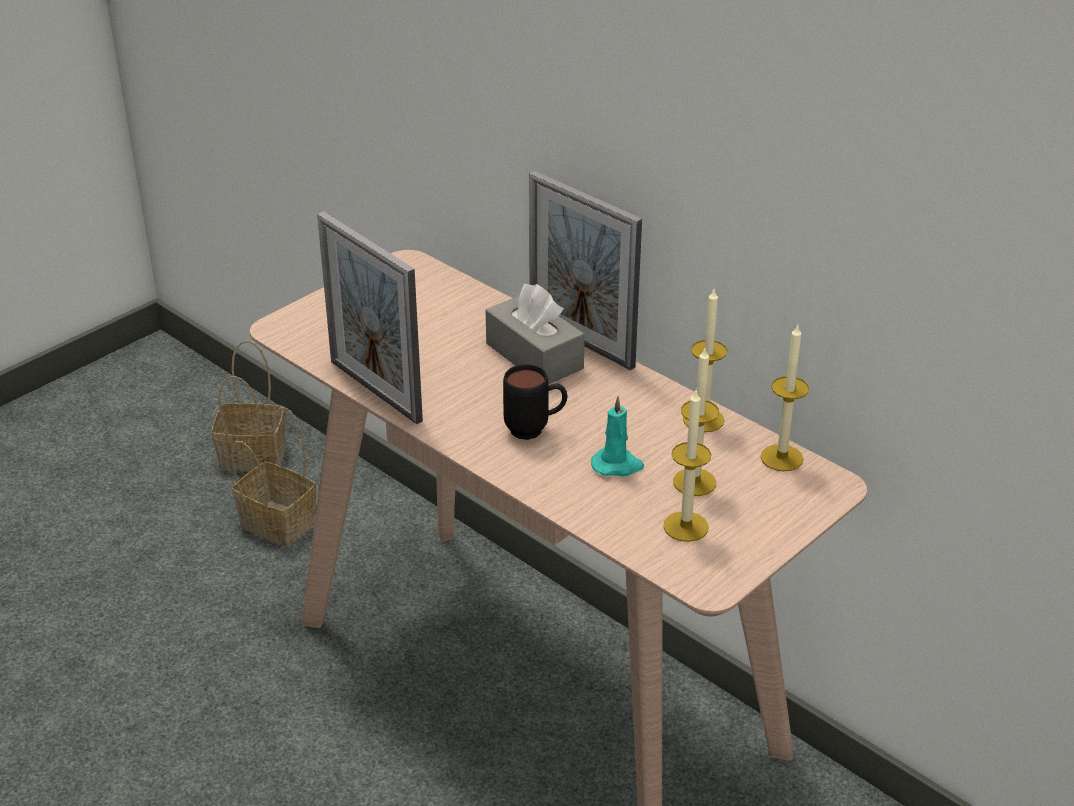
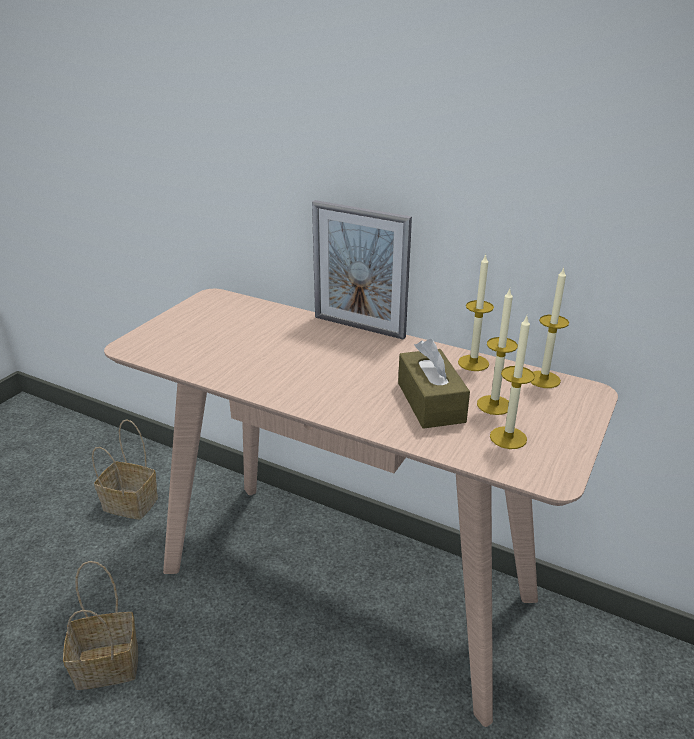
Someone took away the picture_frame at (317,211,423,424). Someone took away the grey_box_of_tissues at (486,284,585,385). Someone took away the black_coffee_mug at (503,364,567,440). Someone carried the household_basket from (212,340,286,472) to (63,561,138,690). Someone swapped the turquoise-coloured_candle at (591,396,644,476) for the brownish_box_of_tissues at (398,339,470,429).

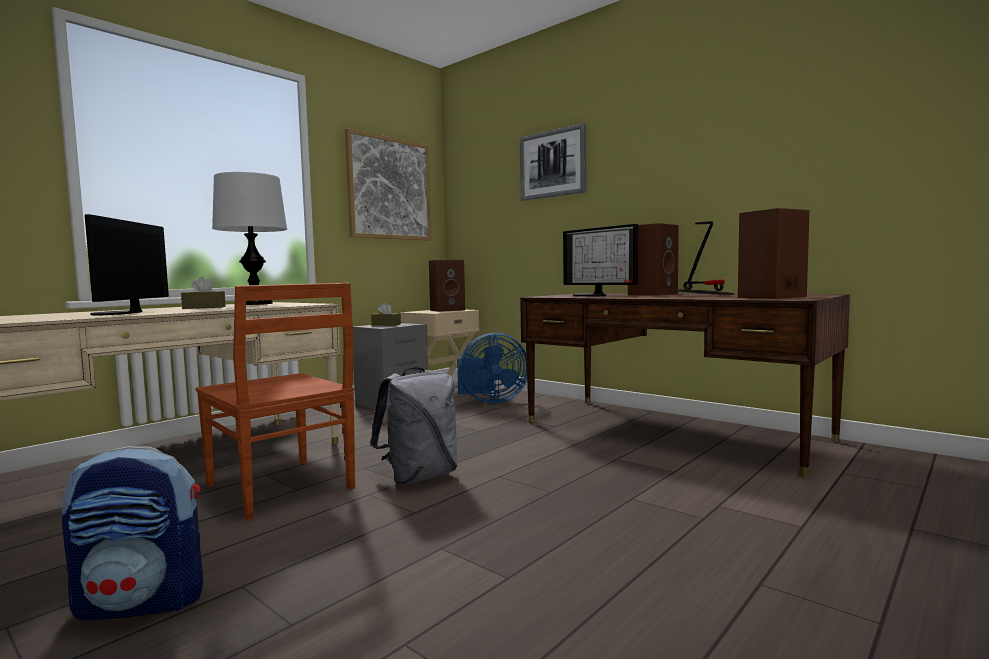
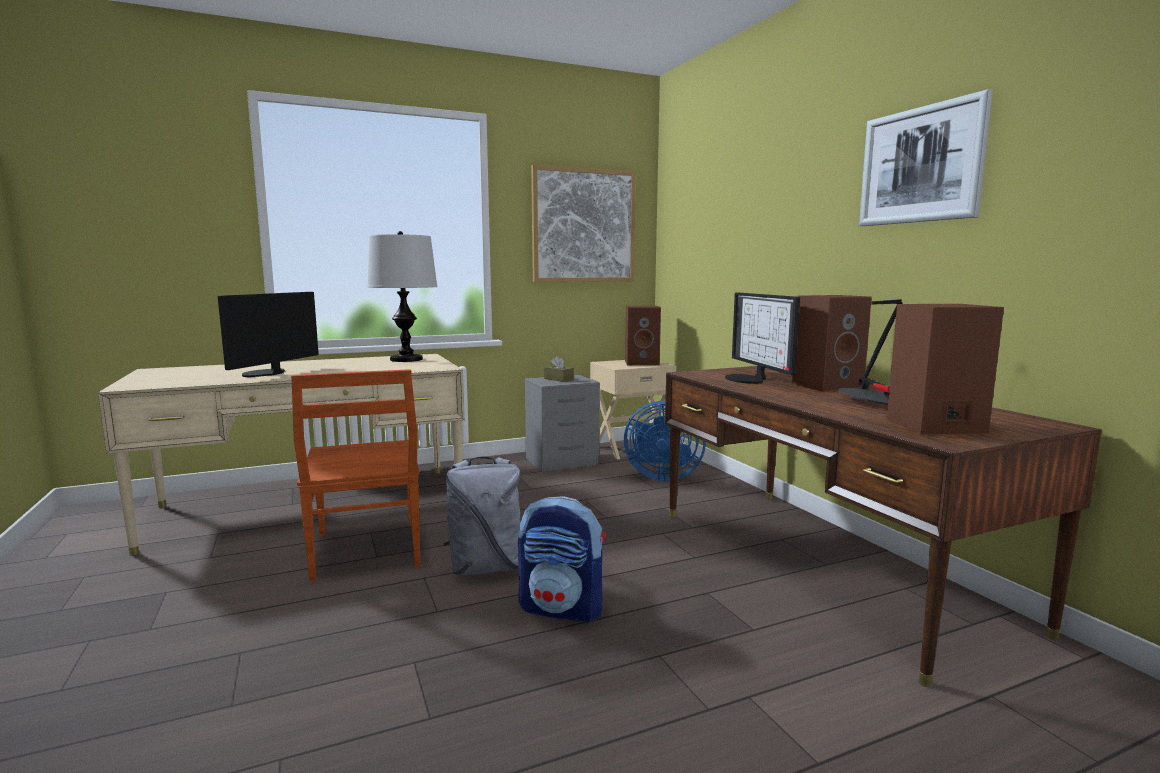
Someone took away the brownish_box_of_tissues at (181,277,225,309). Someone carried the rucksack from (62,446,203,620) to (518,496,606,623). Someone carried the picture from (520,123,586,201) to (859,89,993,226).

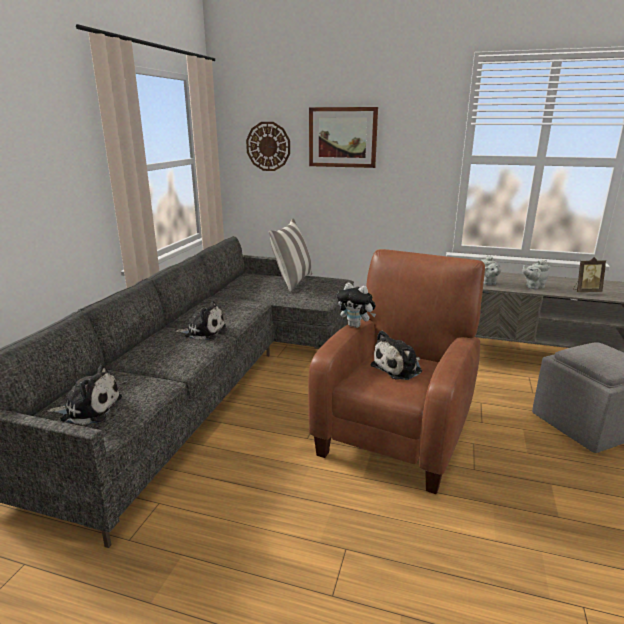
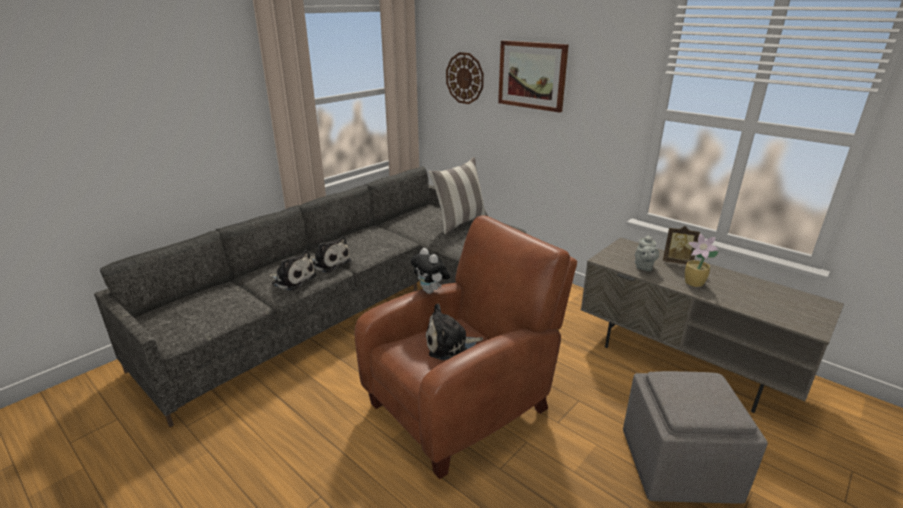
Someone carried the plush_toy from (47,365,122,425) to (269,250,317,290). Someone carried the picture_frame from (574,257,606,292) to (663,226,700,264). Someone swapped the grey_pot_for_tea at (522,260,550,289) for the houseplant at (685,234,719,287).

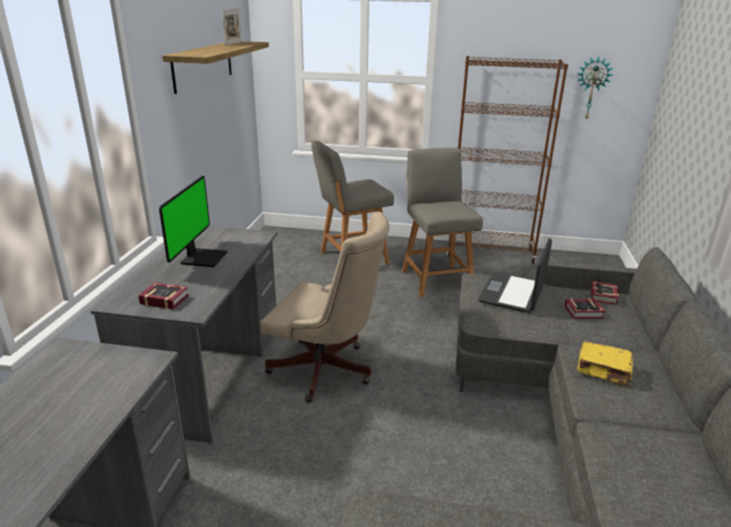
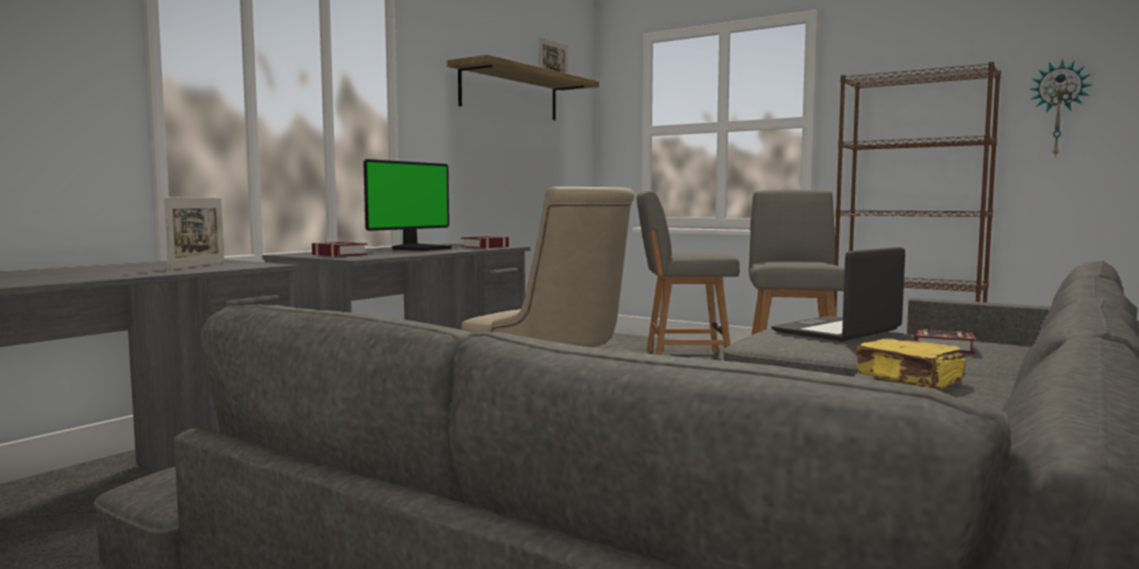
Someone put down the picture_frame at (164,198,224,270). Someone carried the volume from (591,281,619,305) to (461,236,509,249).

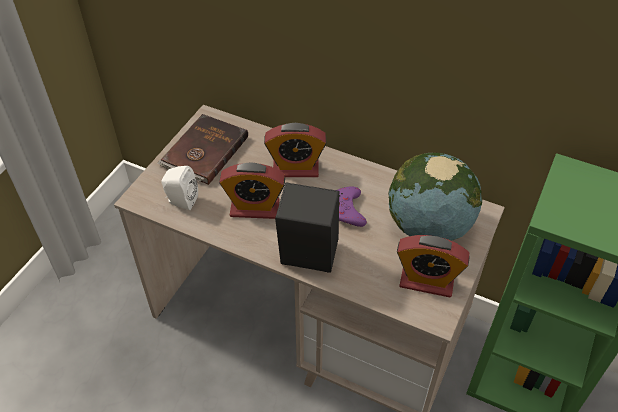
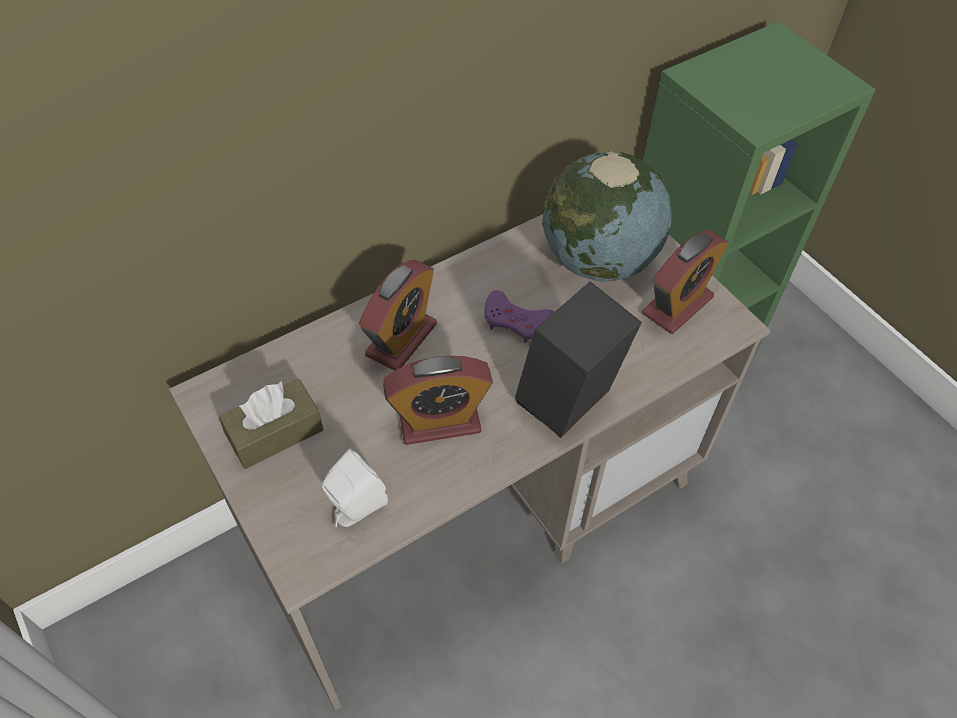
Someone swapped the brownish_volume at (157,114,248,185) for the brownish_box_of_tissues at (219,379,324,469). Someone rotated the table_clock at (219,162,285,219) by 45 degrees clockwise.

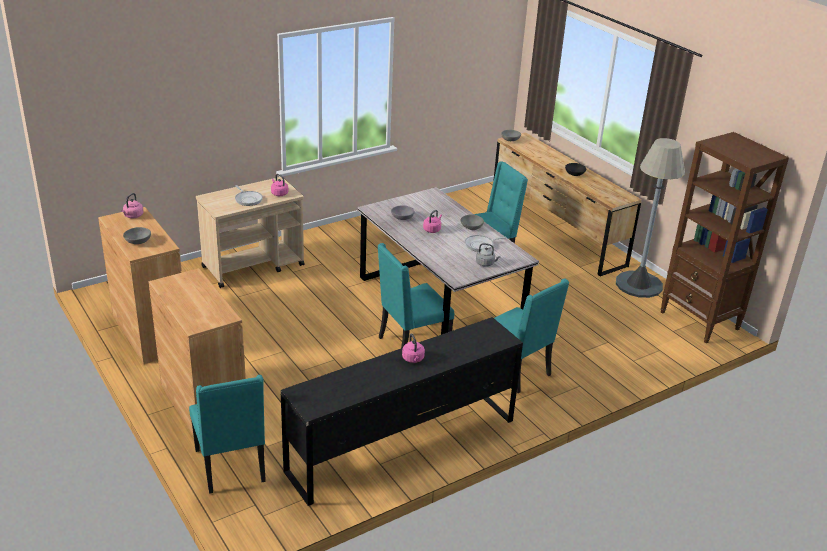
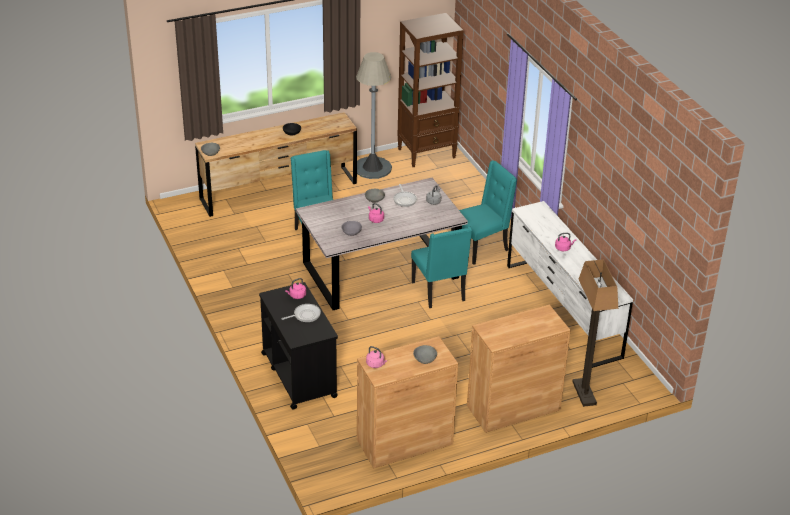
Someone swapped the turquoise-coloured_upright_chair at (189,375,266,494) for the floor_lamp at (573,259,618,407). Someone repainted the beige_wheeled_cart at (196,177,305,288), which became the black_wheeled_cart at (259,282,338,410). Someone repainted the black_dresser at (280,317,523,506), which became the white_dresser at (507,201,633,368).

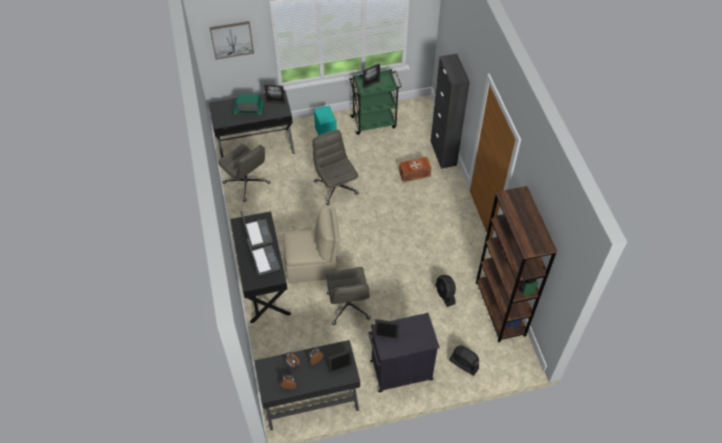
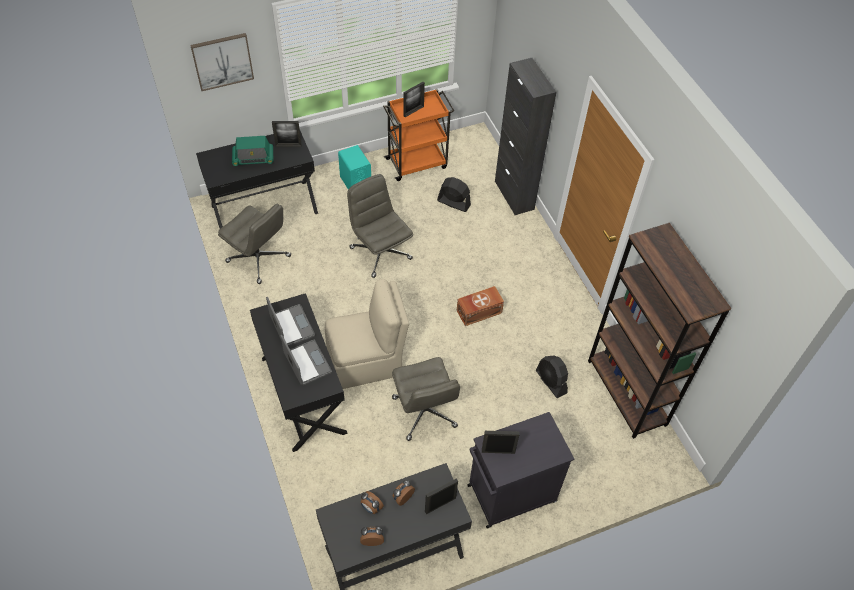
Someone carried the brownish_storage_container from (399,157,432,182) to (457,286,504,326). Someone carried the black_cooling_fan from (449,345,479,376) to (437,177,471,212). Someone repainted the green-coloured_wheeled_cart at (349,69,402,135), which became the orange-coloured_wheeled_cart at (383,89,455,181).

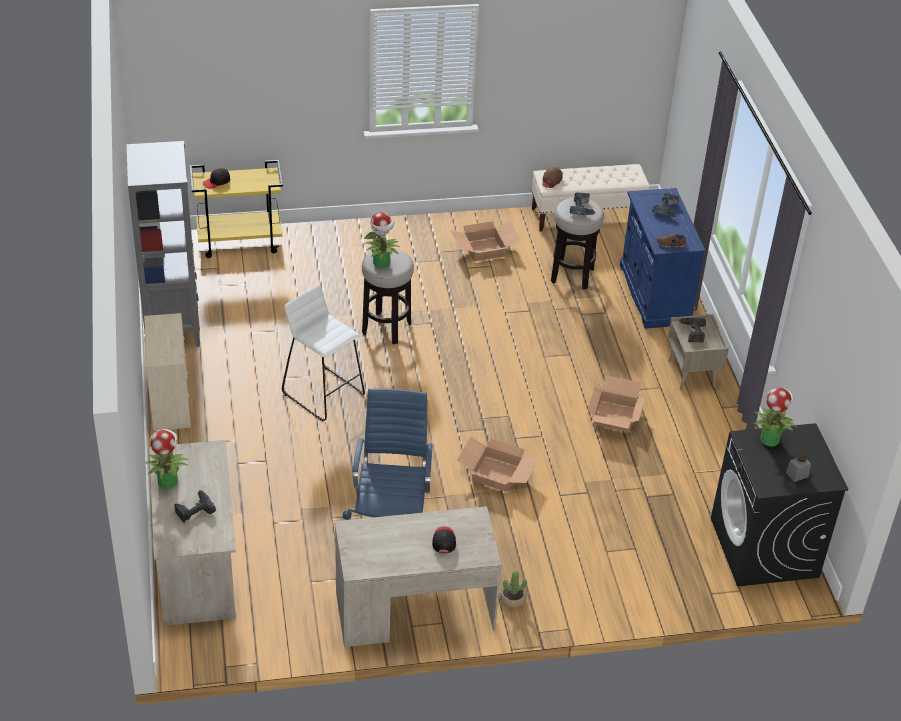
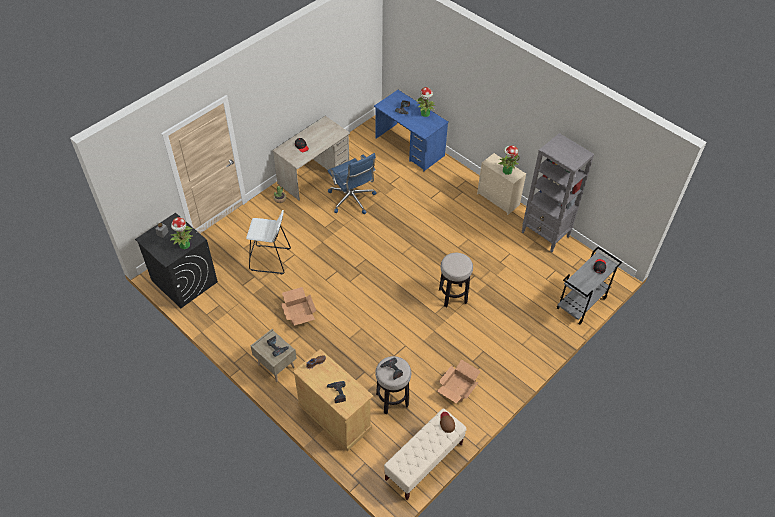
Someone took away the carton at (457,436,539,492). Someone carried the white_stool from (282,285,365,421) to (246,210,291,274). Someone carried the houseplant from (363,212,399,268) to (498,145,520,175). Someone repainted the beige_desk_unit at (149,440,236,626), which became the blue-coloured_desk_unit at (374,90,449,171). Someone repainted the yellowish_wheeled_cart at (190,160,283,258), which became the grey_wheeled_cart at (557,247,622,325). Someone repainted the blue-coloured_cabinet at (620,188,706,329), which became the beige_cabinet at (293,349,373,451).

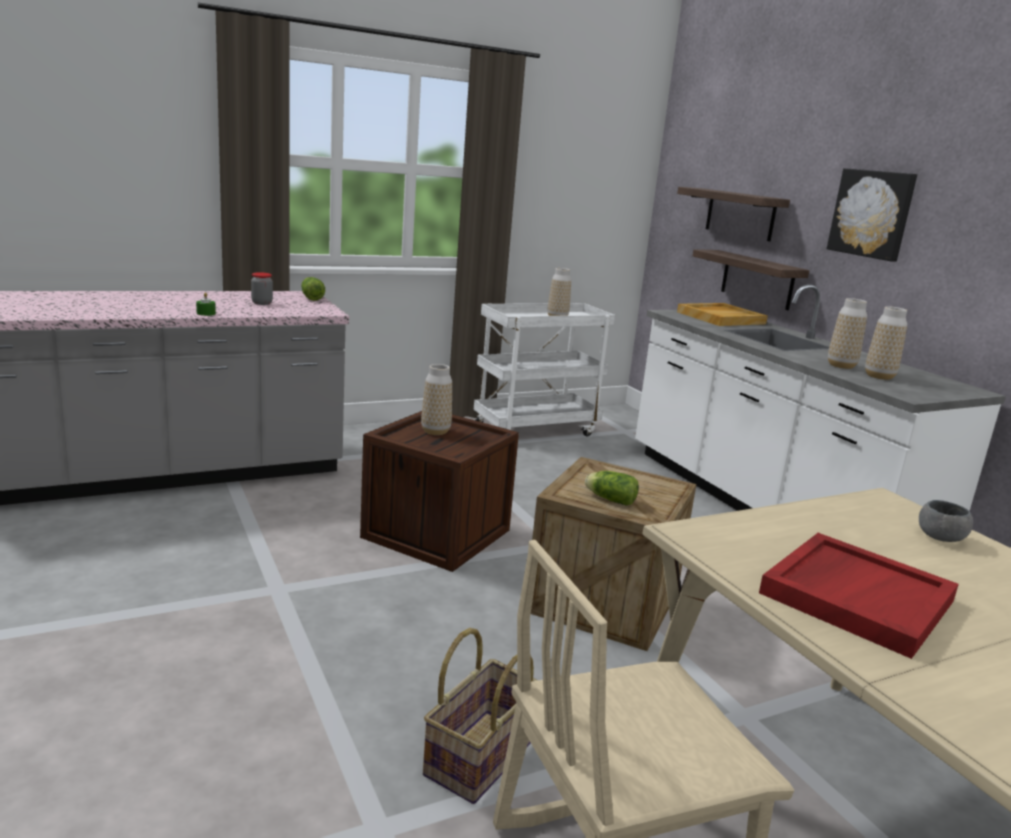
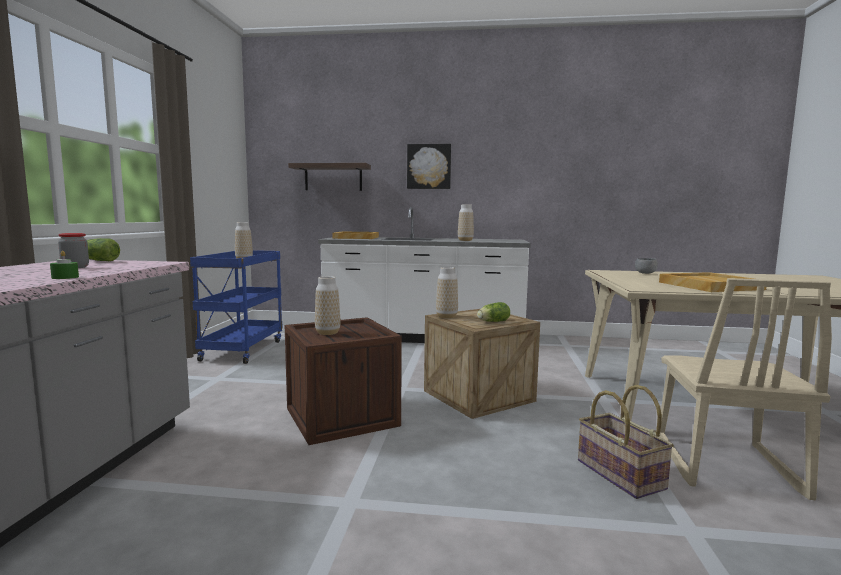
Someone took away the wall_shelf at (693,249,809,310). Someone carried the vase from (865,306,907,380) to (436,267,458,319). Someone repainted the white_wheeled_cart at (474,303,615,437), which became the blue-coloured_wheeled_cart at (190,250,283,364). Someone repainted the red_carrying_tray at (759,533,959,659), which became the beige_carrying_tray at (659,272,766,292).

